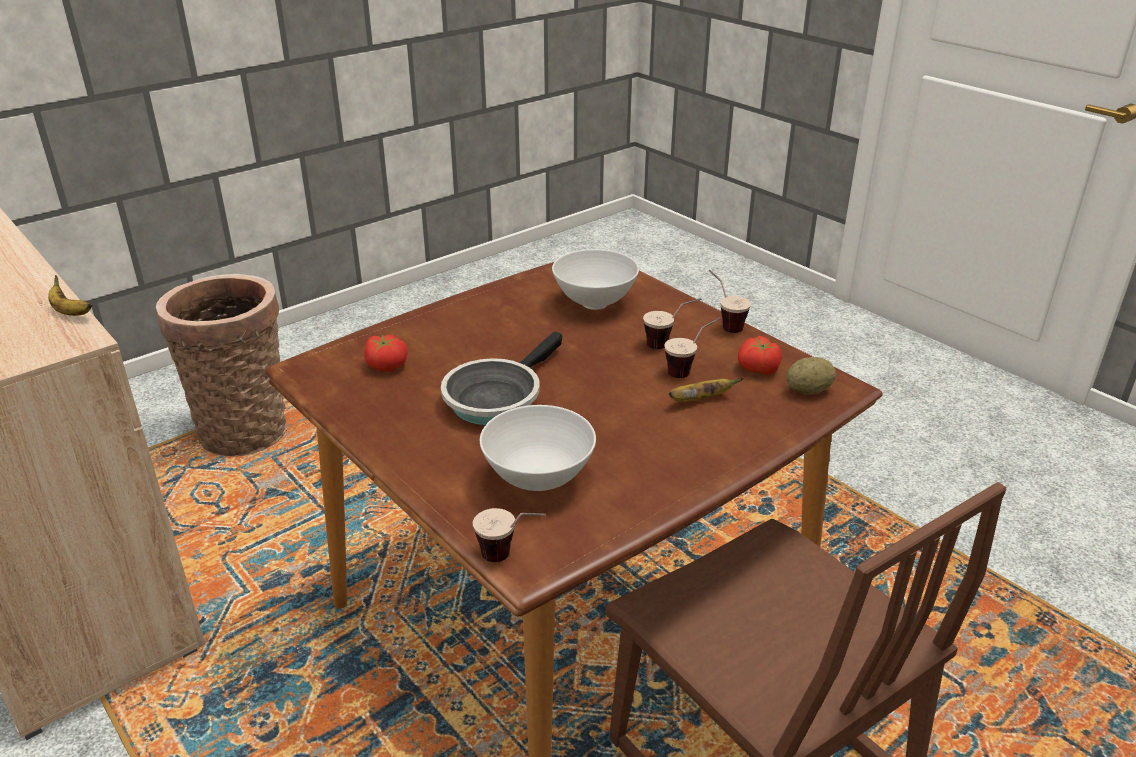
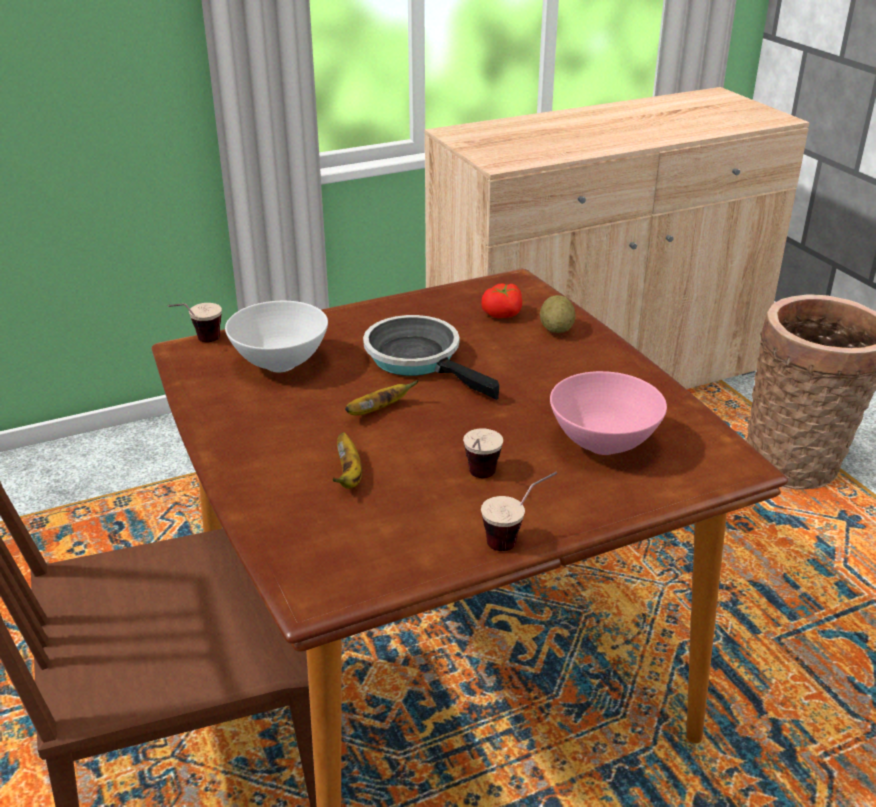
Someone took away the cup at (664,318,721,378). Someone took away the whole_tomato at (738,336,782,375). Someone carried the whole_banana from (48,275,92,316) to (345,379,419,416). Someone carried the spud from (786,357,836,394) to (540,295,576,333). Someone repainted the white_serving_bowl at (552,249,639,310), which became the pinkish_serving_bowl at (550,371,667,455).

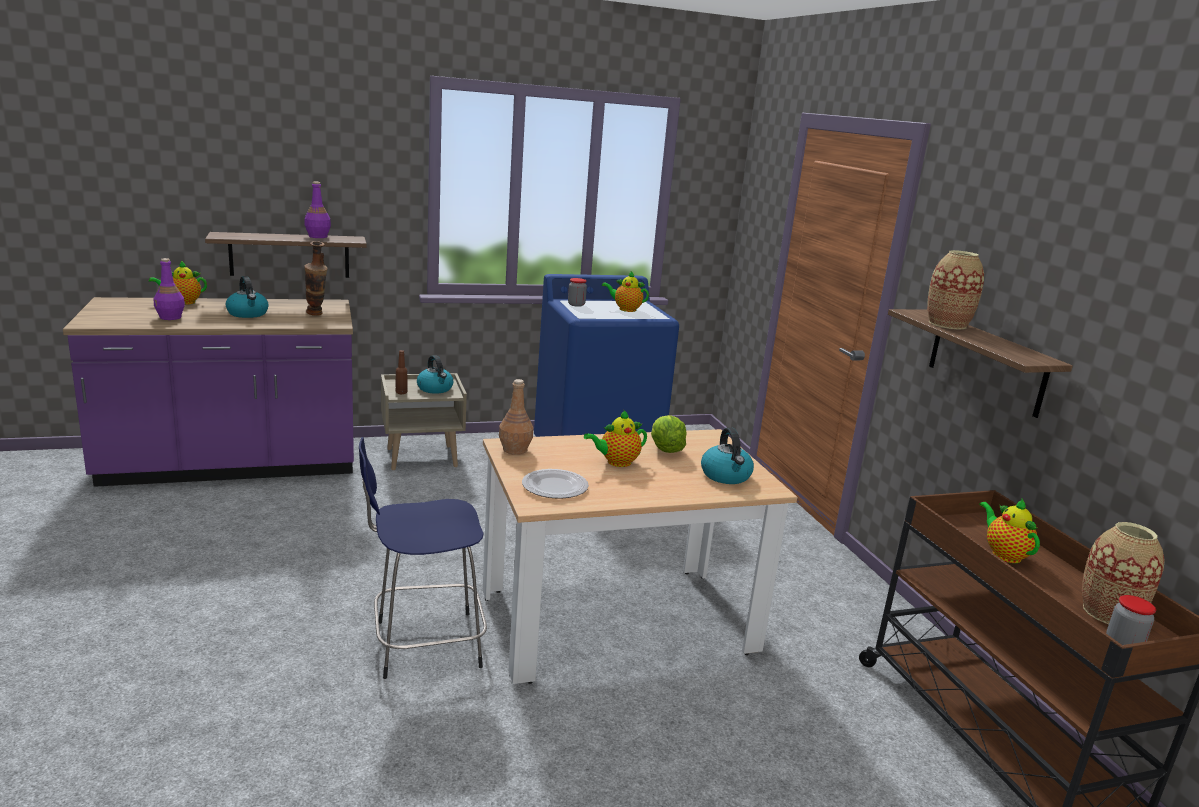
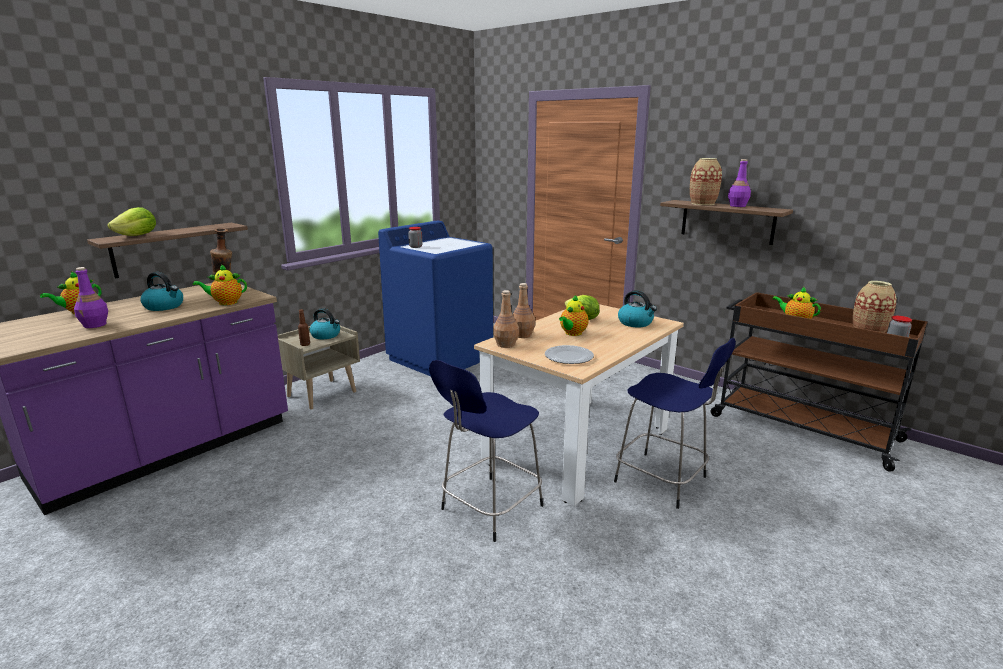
Someone put down the lettuce_head at (107,207,156,236). Someone put down the brownish_drink_bottle at (513,283,535,338). Someone put down the blue-coloured_stool at (614,338,736,509). Someone carried the purple-coloured_drink_bottle from (305,182,331,238) to (728,159,751,207). Someone carried the pot_for_tea from (602,271,649,312) to (193,264,247,305).

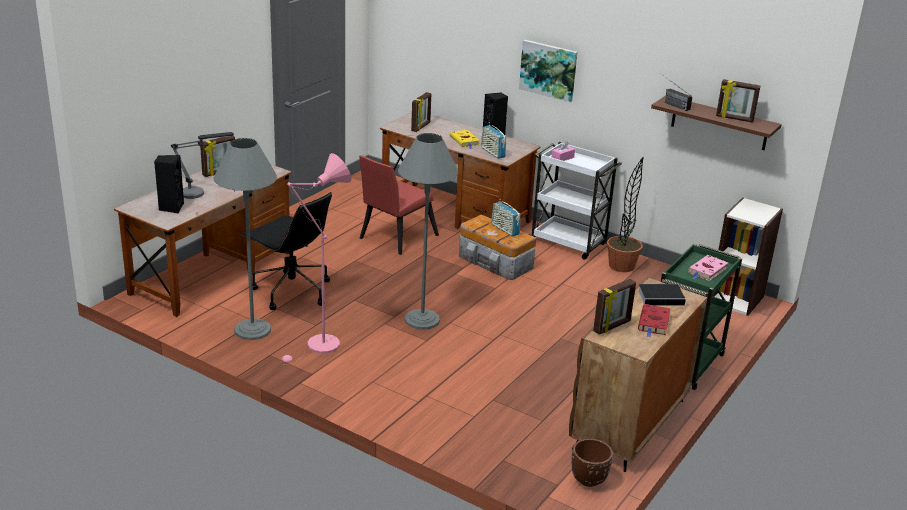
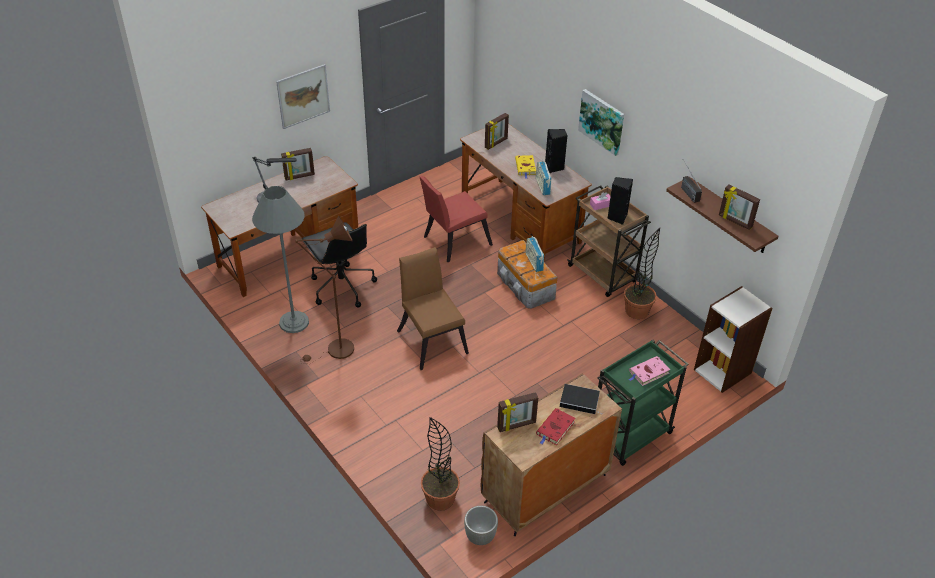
Someone put up the picture at (276,64,330,129). Someone put down the houseplant at (421,417,460,511). Someone carried the black_loudspeaker from (154,155,184,213) to (607,177,633,225). Someone swapped the grey_floor_lamp at (398,133,458,329) for the brownish_upright_chair at (397,247,469,370). Someone repainted the pinkish_floor_lamp at (281,153,352,365), which became the brownish_floor_lamp at (295,215,354,364). Someone repainted the white_wheeled_cart at (531,142,622,260), which became the brownish_wheeled_cart at (567,185,651,297). Someone repainted the brownish_planter at (572,438,613,487), which became the grey_planter at (464,506,498,545).

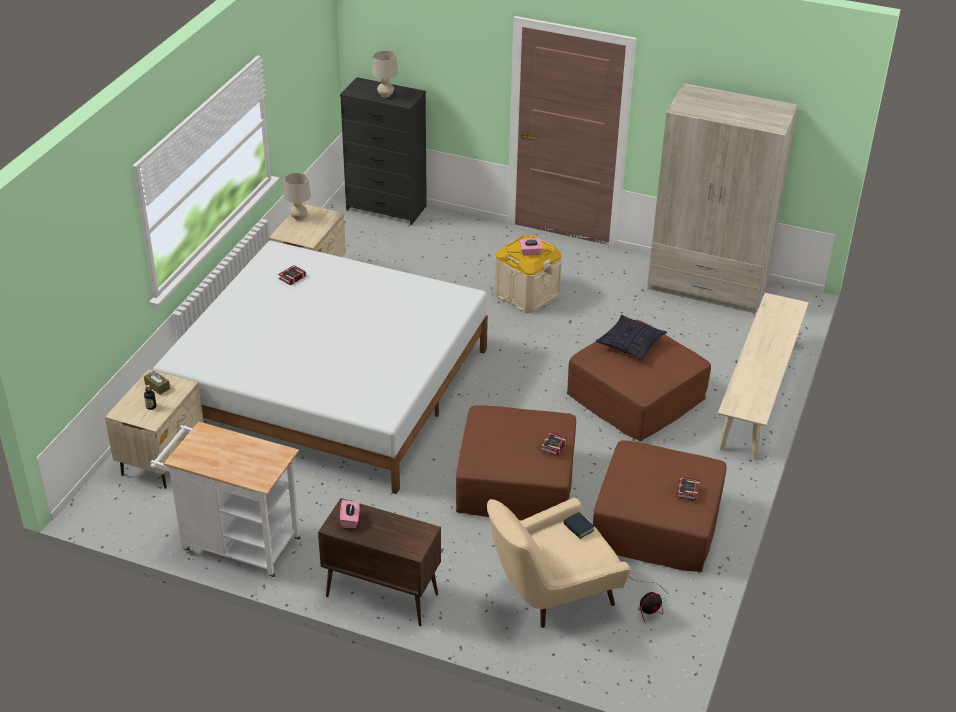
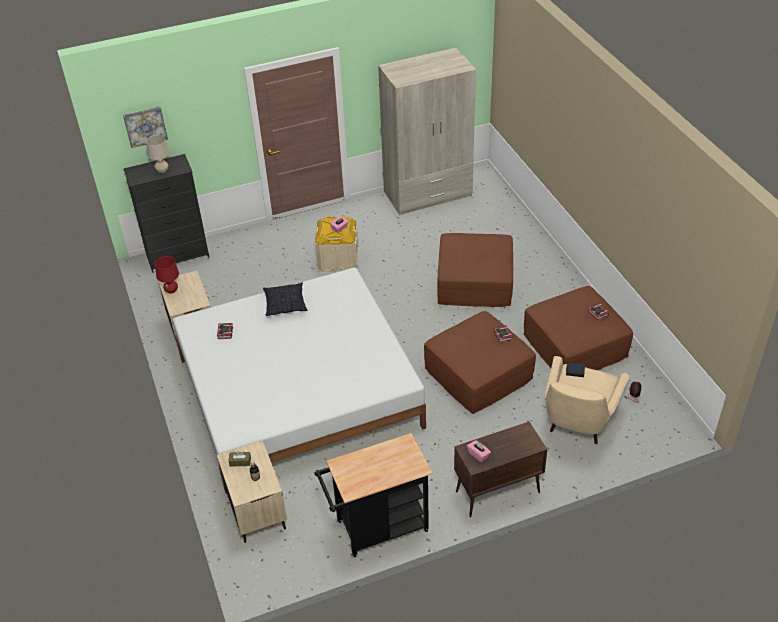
Someone took away the beige_bench at (718,293,809,459). Someone put up the picture at (123,106,168,148). Someone carried the cushion from (596,315,667,360) to (263,282,307,316). Someone repainted the white_wheeled_cart at (150,421,300,579), which became the black_wheeled_cart at (315,433,432,557). Someone repainted the beige_tabletop_lamp at (284,173,311,220), which became the red_tabletop_lamp at (155,256,179,294).

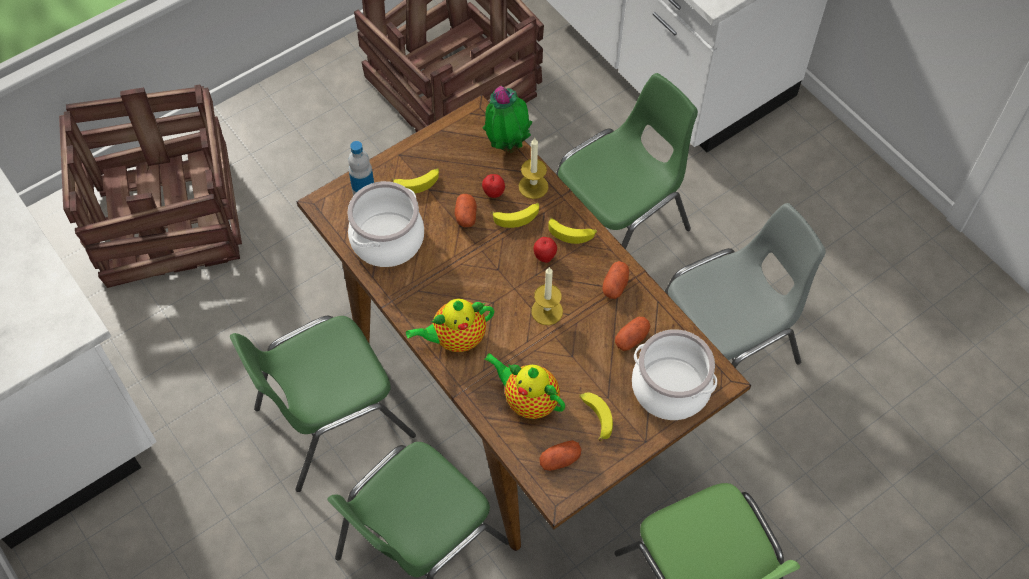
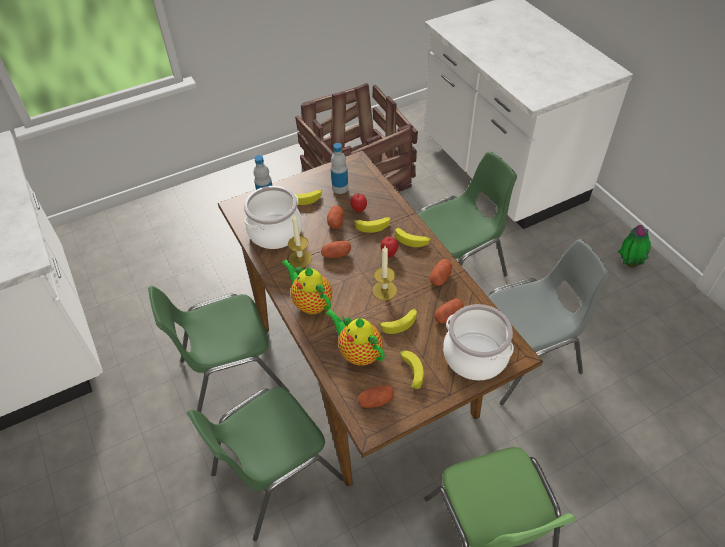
Someone took away the packing_crate at (59,84,242,288). Someone put down the spud at (321,241,351,258). Someone put down the drink_bottle at (331,143,348,194). Someone put down the whole_banana at (378,308,417,334). Someone carried the houseplant from (482,86,532,153) to (618,225,651,268). Someone carried the candle from (518,138,549,199) to (288,214,312,268). Someone rotated the pot_for_tea at (406,299,494,352) by 60 degrees clockwise.

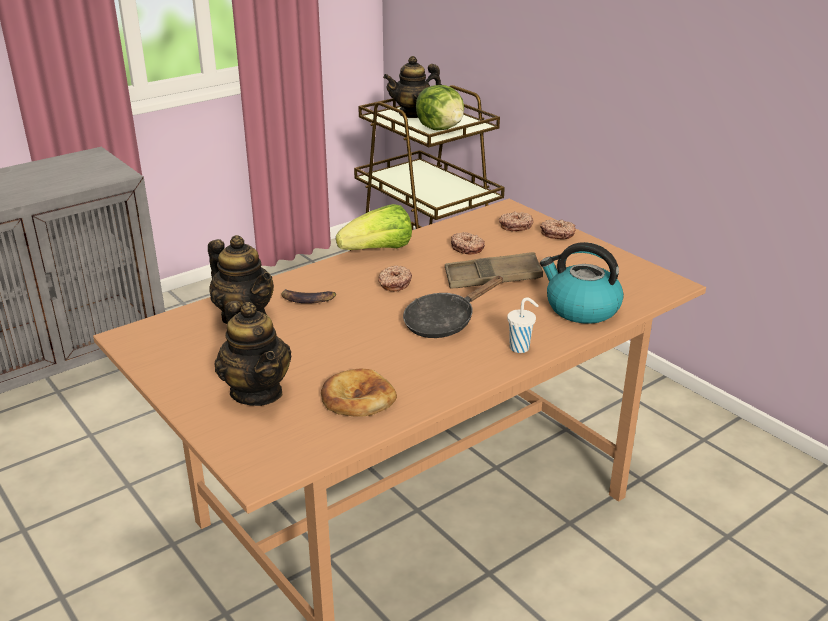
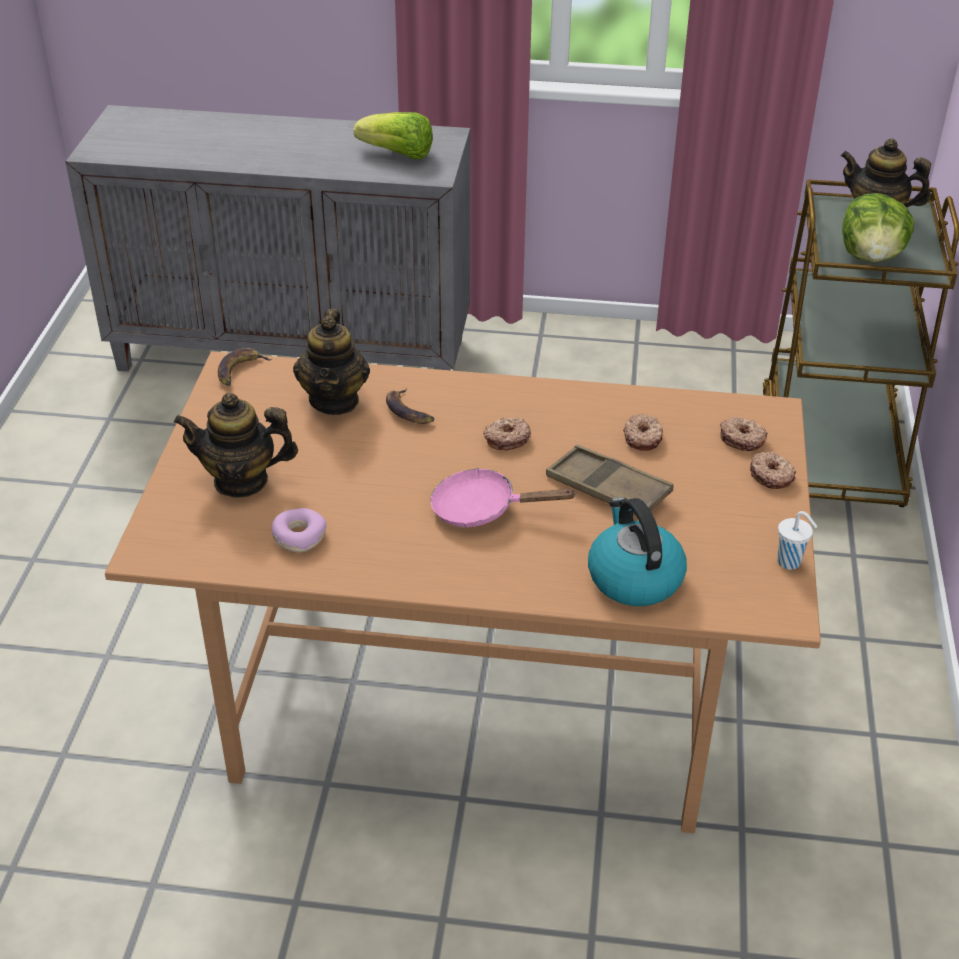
Someone put down the whole_banana at (218,348,272,386). Someone carried the lettuce_head from (336,204,412,250) to (354,112,433,159). Someone carried the white_cup from (507,297,539,353) to (777,511,817,570). Someone swapped the bread at (321,369,397,417) for the donut at (271,508,326,553). Someone repainted the black_frying_pan at (403,276,504,338), which became the pinkish_frying_pan at (430,468,577,527). Someone rotated the pot_for_tea at (215,301,292,406) by 75 degrees clockwise.

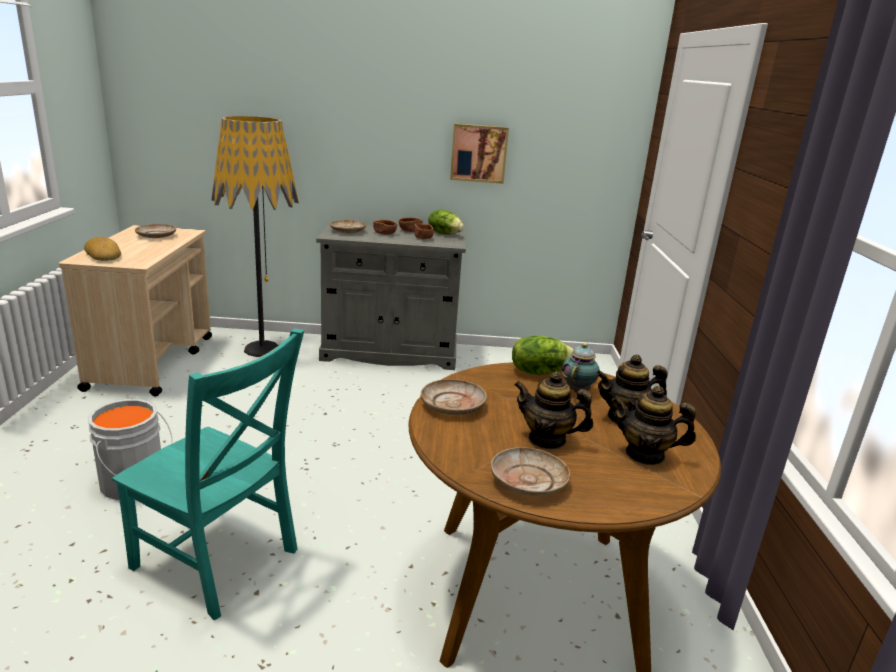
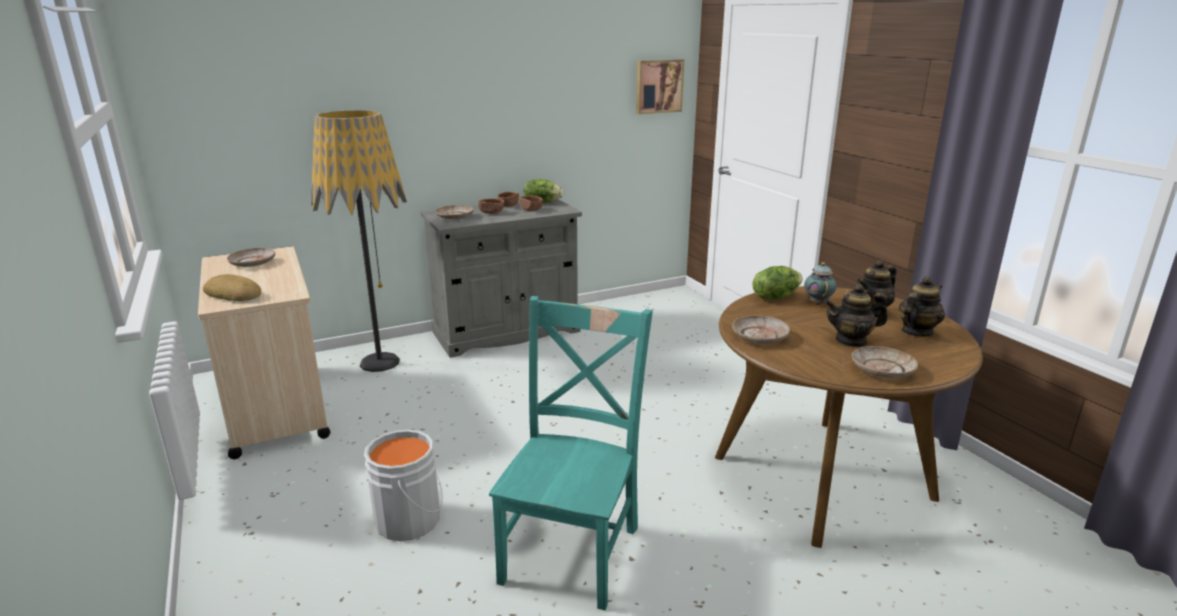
Someone carried the picture from (450,123,509,184) to (636,59,684,114). Someone rotated the turquoise-coloured_upright_chair at (112,328,305,620) by 75 degrees counterclockwise. Someone rotated the pot_for_tea at (612,386,696,465) by 150 degrees clockwise.

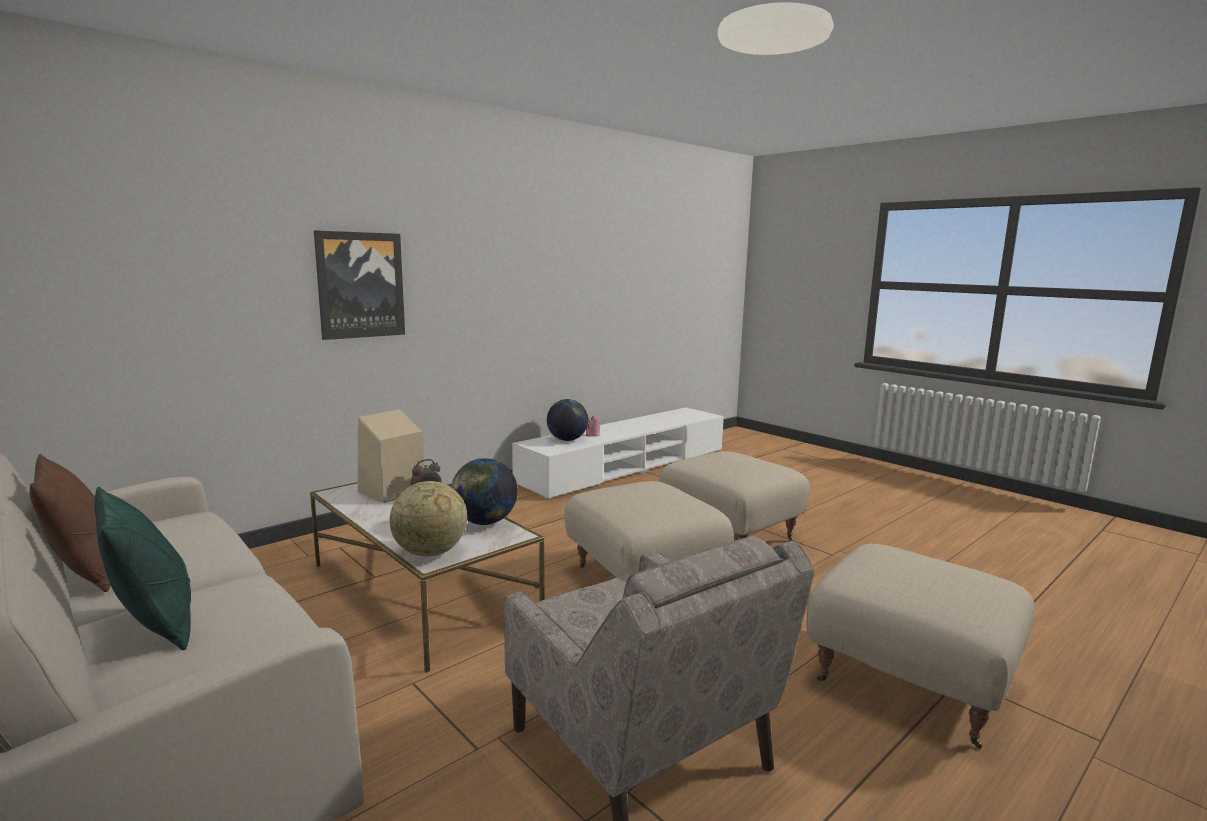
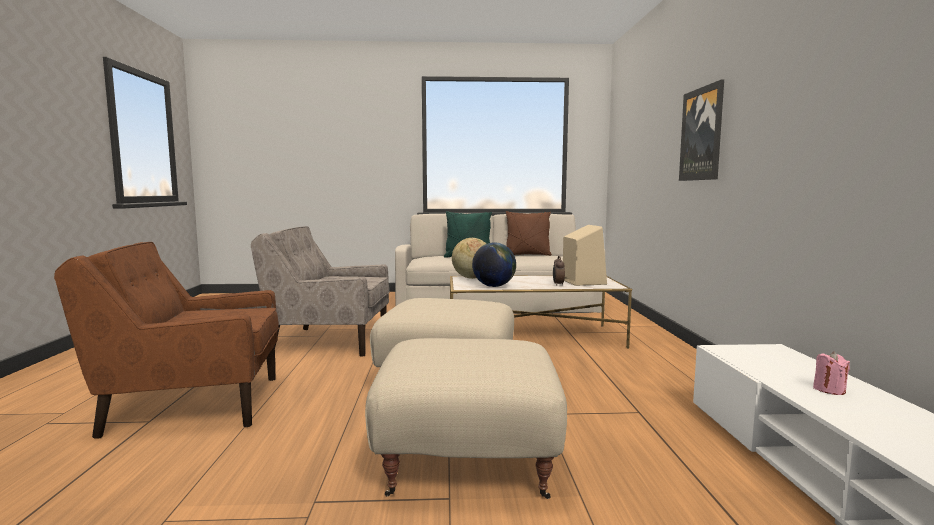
Someone took away the world_globe at (547,399,588,441). Someone swapped the beige_pouffe at (807,544,1035,749) for the brownish_armchair at (54,242,279,439).

